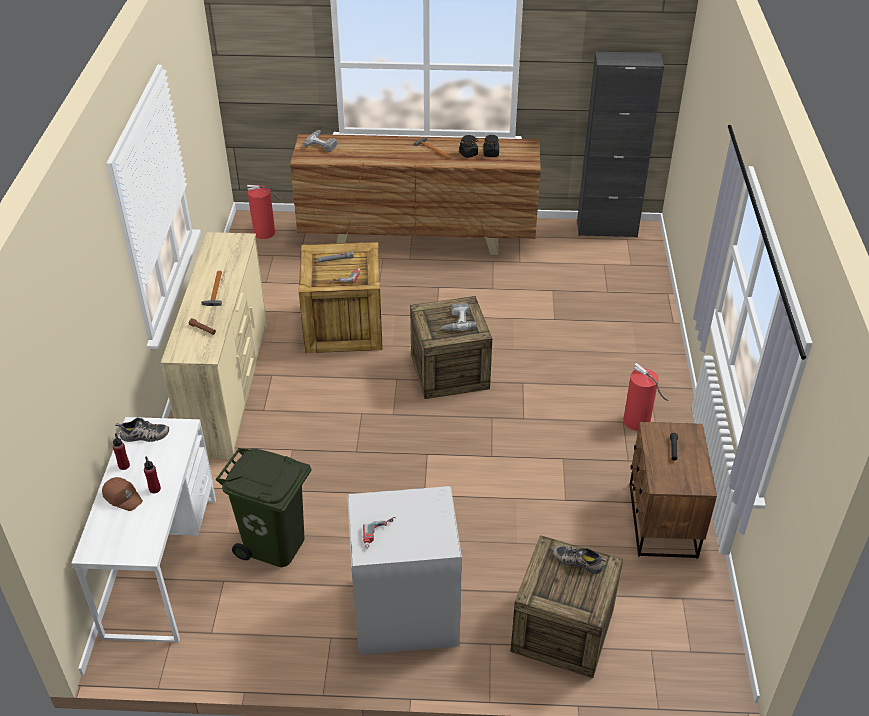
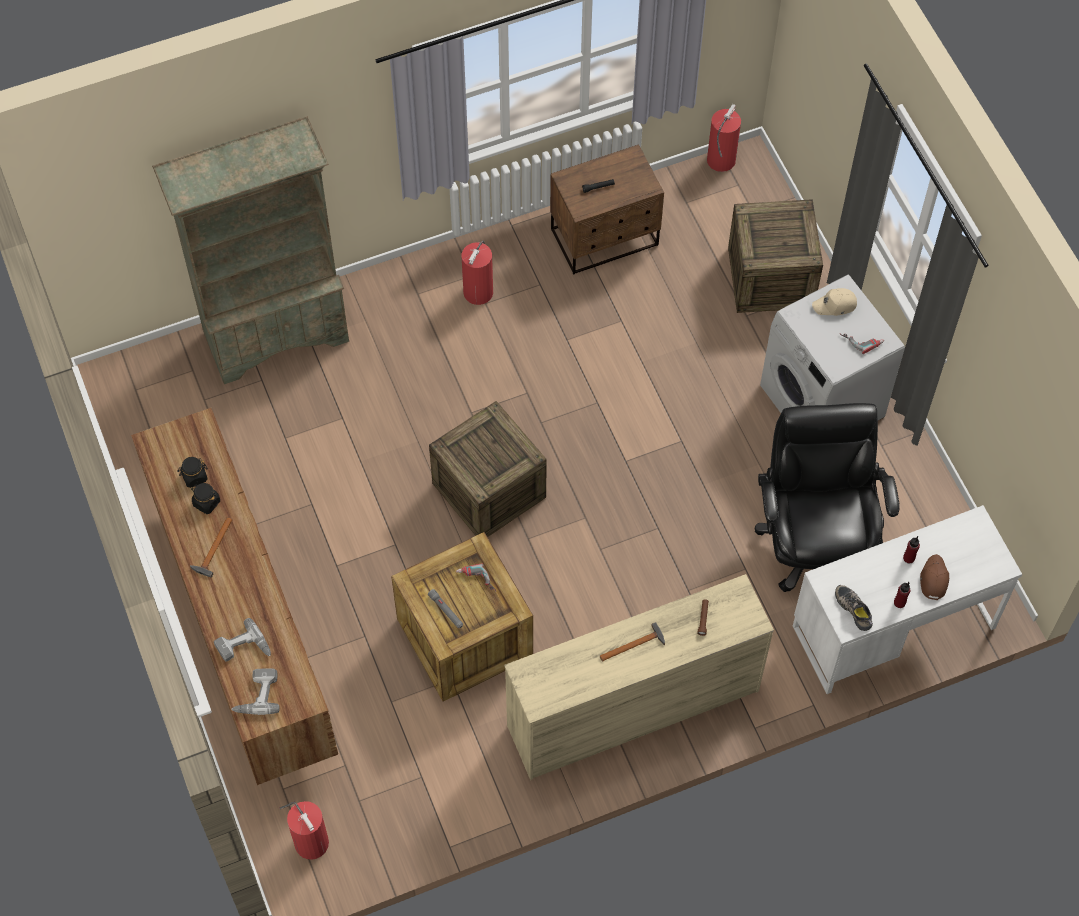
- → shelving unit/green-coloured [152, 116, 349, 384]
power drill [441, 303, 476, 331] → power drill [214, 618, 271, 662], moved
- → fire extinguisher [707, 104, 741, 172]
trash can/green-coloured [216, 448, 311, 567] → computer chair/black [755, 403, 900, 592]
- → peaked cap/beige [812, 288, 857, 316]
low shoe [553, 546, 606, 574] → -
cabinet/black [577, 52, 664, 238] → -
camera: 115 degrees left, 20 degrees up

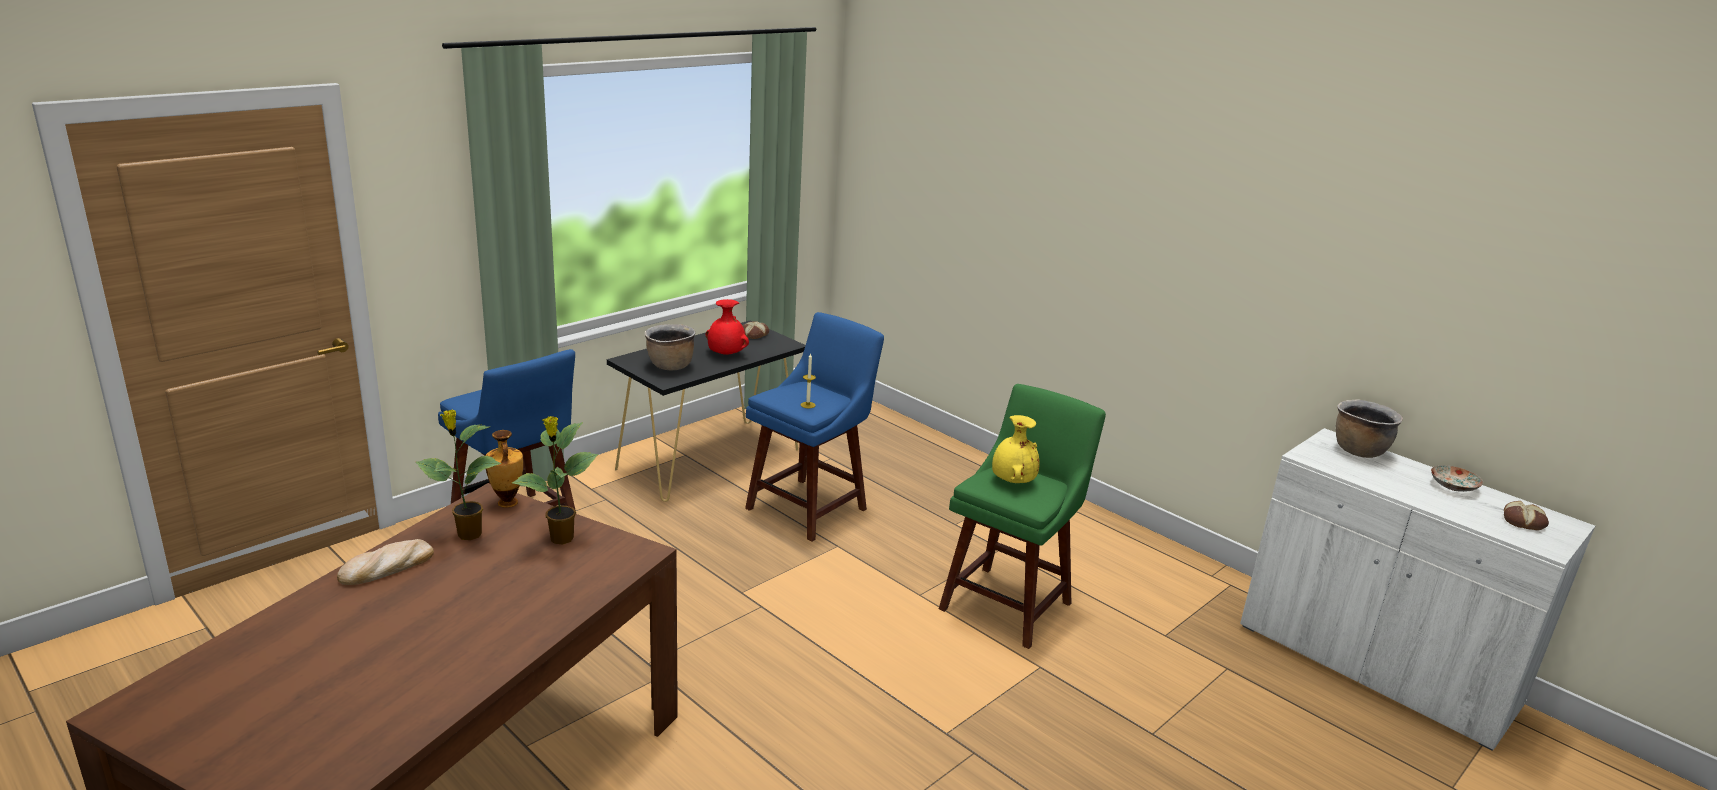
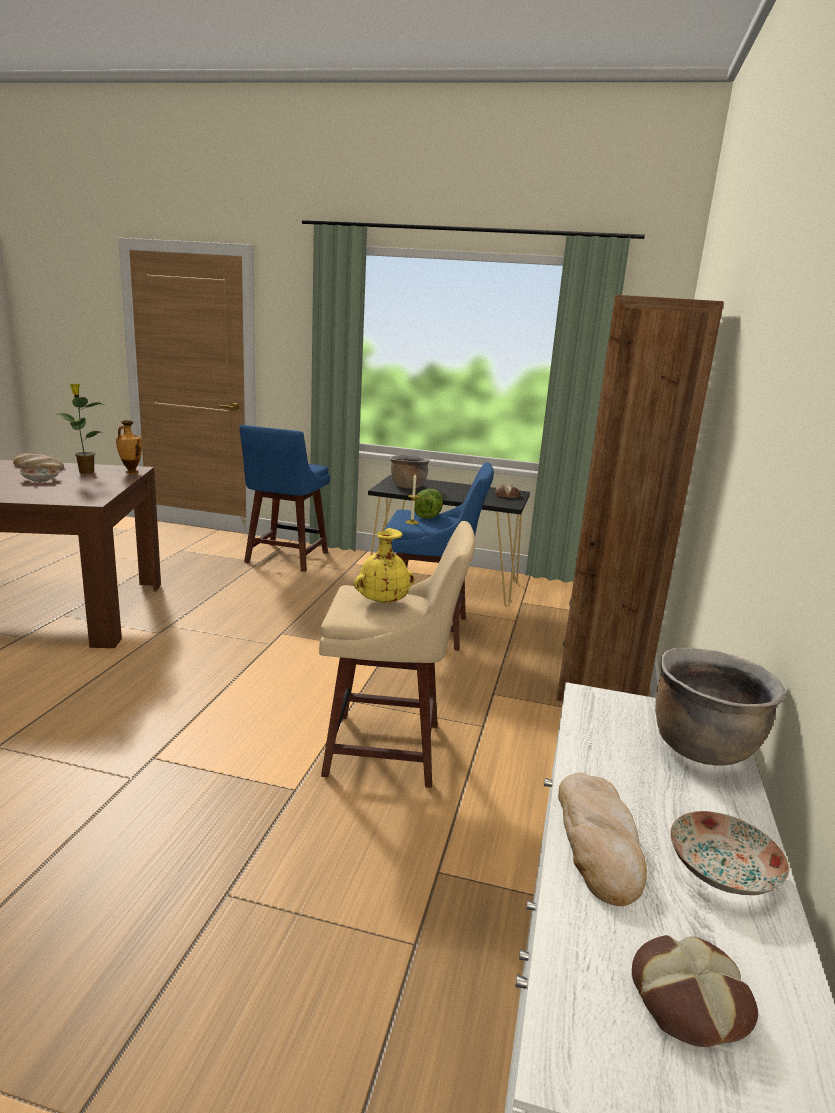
- → plate [20, 467, 60, 482]
sitting stool/green-coloured [939, 384, 1106, 649] → sitting stool/beige [319, 521, 476, 788]
- → lettuce [414, 489, 443, 519]
- → shelving unit/brown-coloured [557, 295, 724, 702]
- → bakery bread [558, 772, 647, 906]
potted plant [512, 416, 598, 545] → -
flower vase/red-coloured [706, 299, 749, 355] → -
camera: 60 degrees right, 5 degrees down

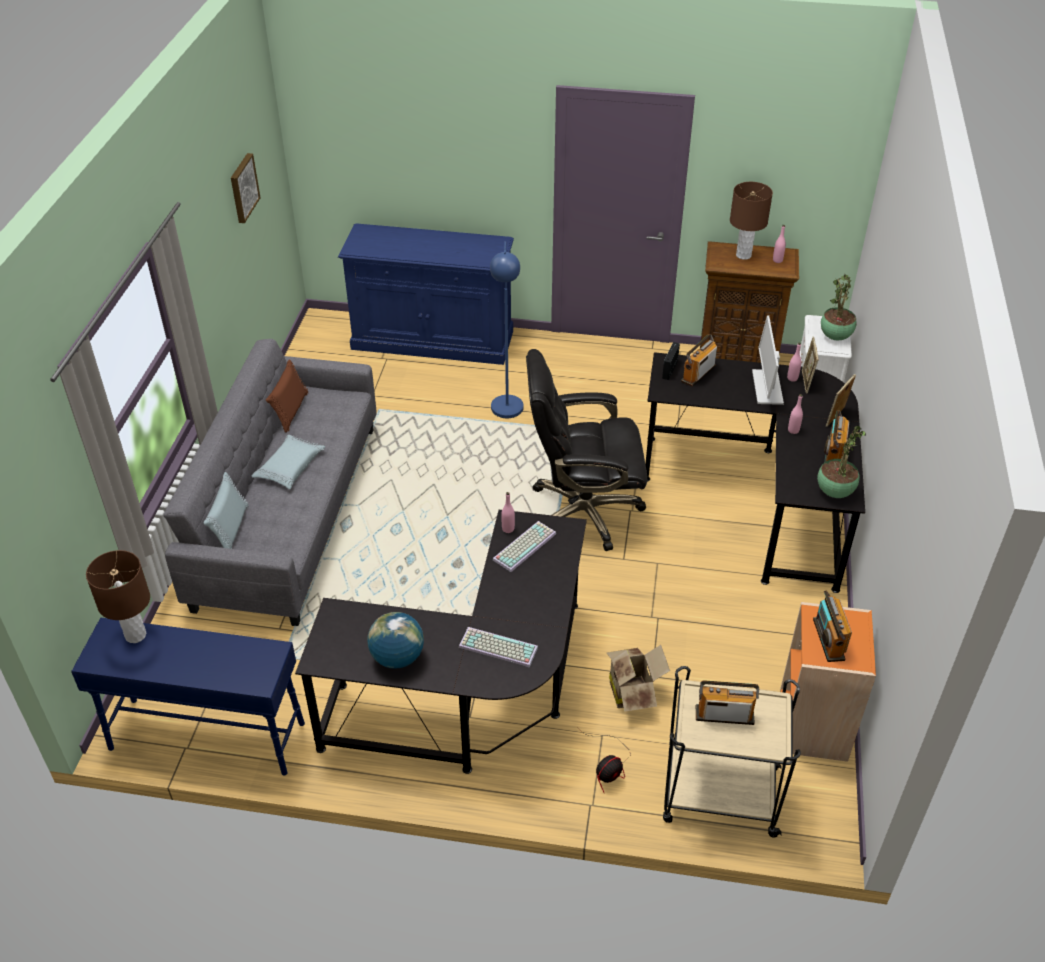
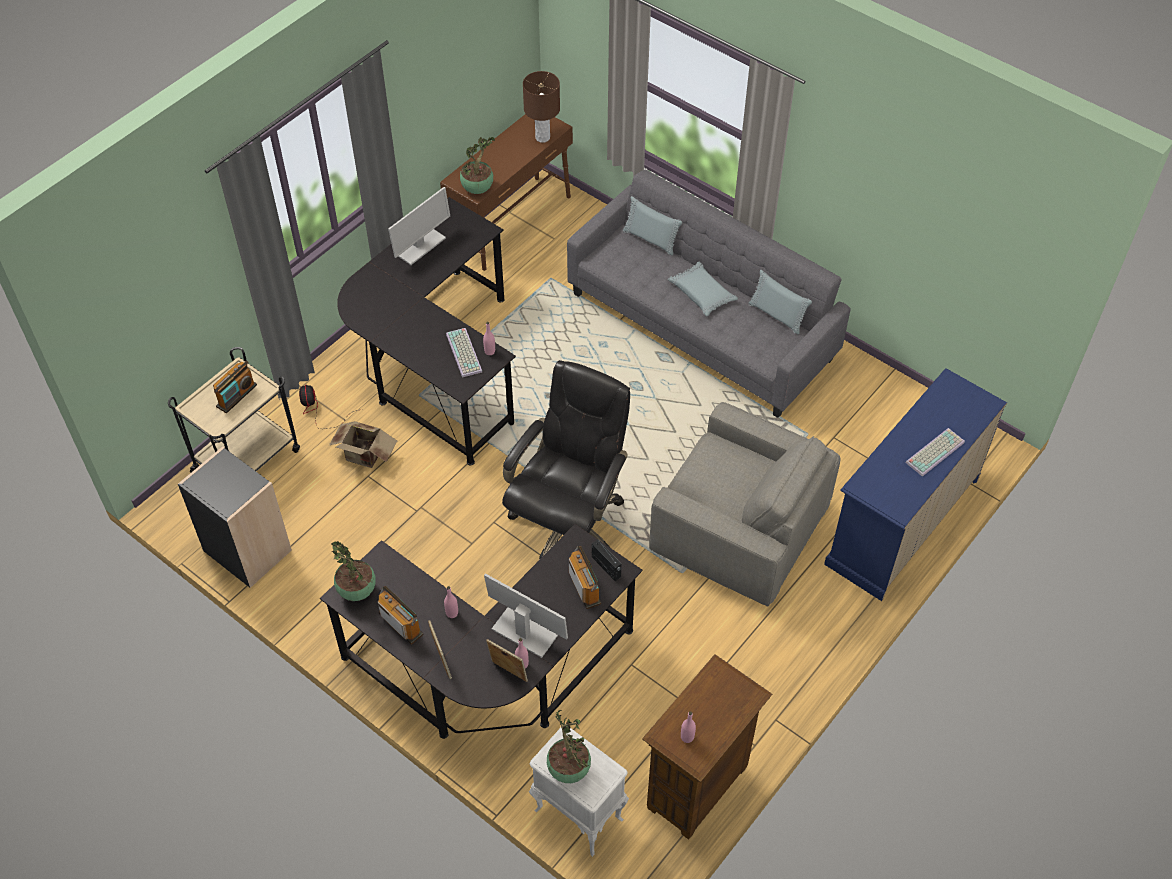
shelving unit/orange [780, 602, 876, 762] → shelving unit/black [178, 446, 292, 588]
globe [368, 612, 424, 669] → computer display [388, 187, 450, 265]
hall table/blue [71, 618, 305, 775] → hall table/brown-coloured [440, 114, 573, 271]
- → potted plant [460, 137, 495, 194]
standard lamp/blue [490, 241, 524, 418] → armchair/greyish [649, 402, 841, 607]
pillow/brown-coloured [266, 359, 308, 433] → pillow/blue [749, 270, 812, 334]
keyboard [459, 627, 538, 668] → keyboard [905, 428, 965, 477], moved
picture [231, 153, 260, 223] → -
table lamp/brown-coloured [730, 182, 773, 260] → -
radio receiver [813, 590, 852, 662] → -
camera: 120 degrees right, 10 degrees up

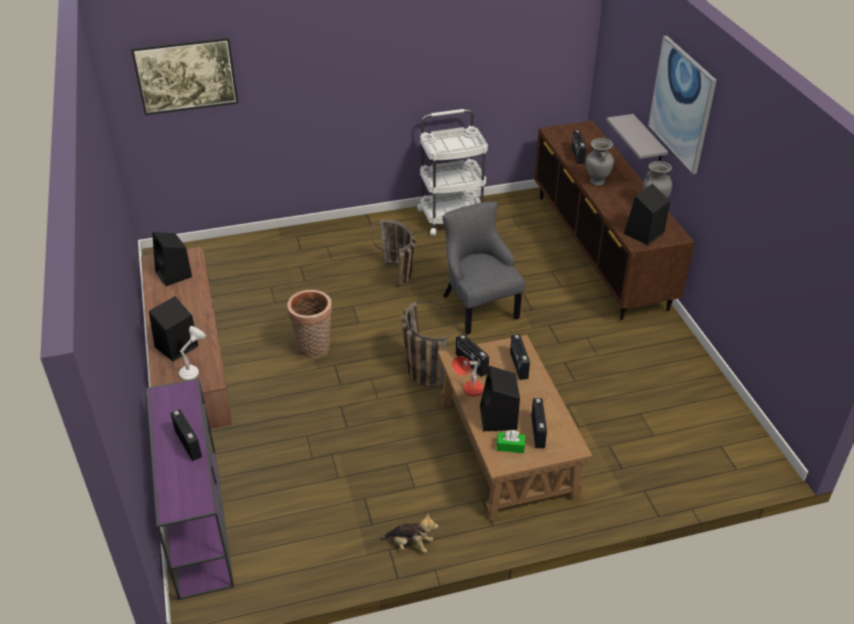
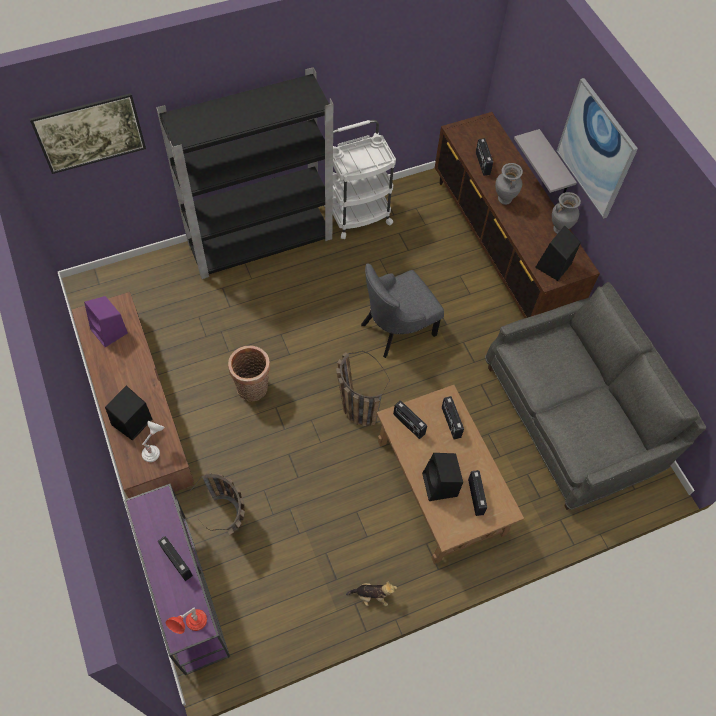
speaker/black [152, 232, 192, 286] → speaker/purple [84, 296, 128, 347]
- → shelving unit/black [156, 67, 333, 279]
table lamp/red-coloured [452, 356, 484, 397] → table lamp/red-coloured [166, 607, 207, 634], moved
basket [369, 219, 416, 287] → basket [190, 473, 245, 535], moved
armchair/greyish [442, 202, 525, 334] → armchair/greyish [361, 263, 444, 358], 90 degrees counterclockwise
- → sofa/greyish [485, 282, 706, 510]
tissue holder/green-coloured [497, 430, 525, 453] → -
camera: 10 degrees left, 20 degrees up

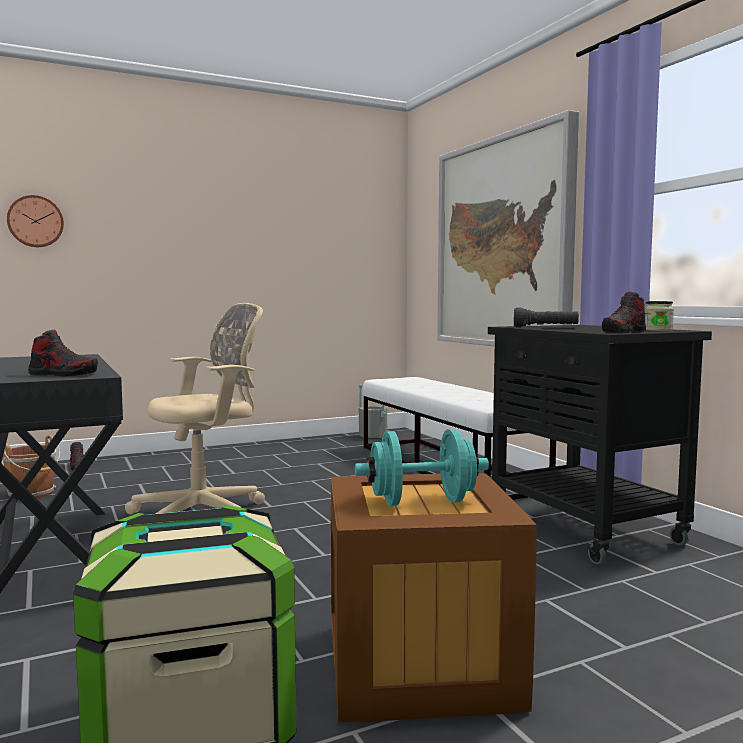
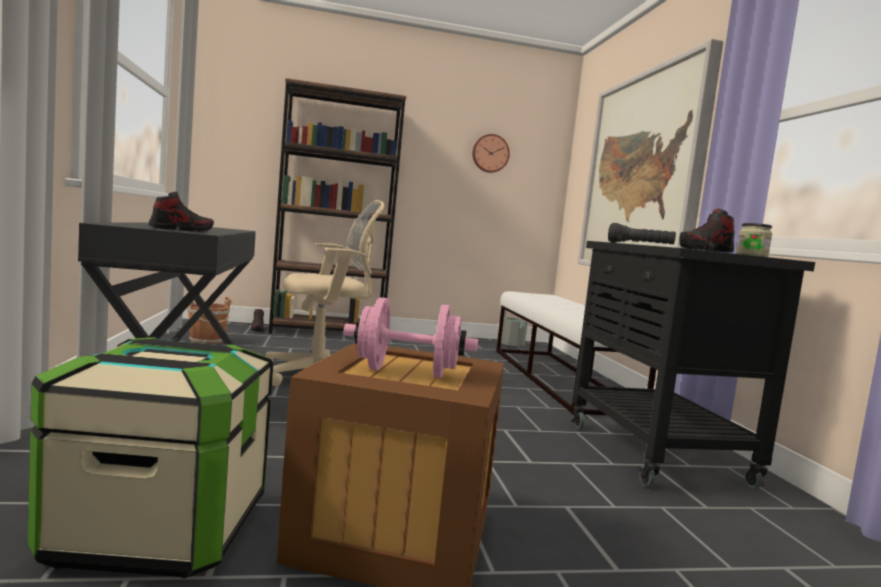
low shoe [28, 329, 98, 376] → low shoe [149, 192, 214, 232], 60 degrees counterclockwise
- → shelving unit/brown-coloured [269, 78, 406, 334]
hand weight/blue-green [355, 429, 489, 506] → hand weight/pinkish [344, 297, 478, 378]
wall clock [7, 195, 64, 247] → wall clock [472, 134, 510, 173], moved
camera: 15 degrees right, 0 degrees up

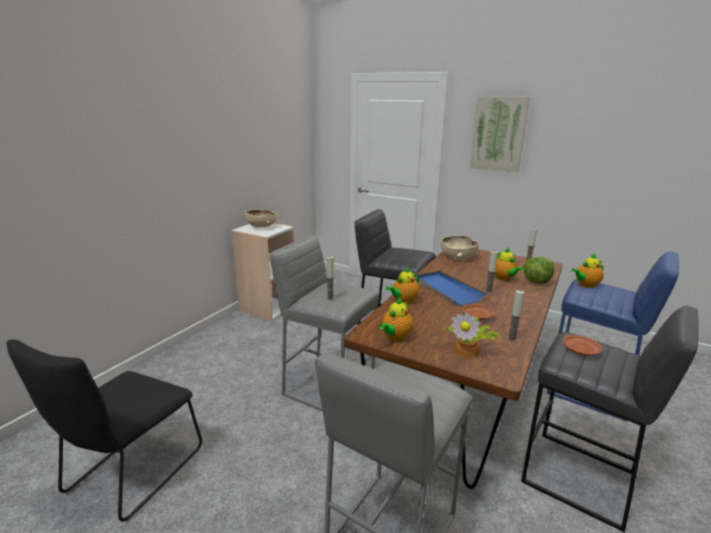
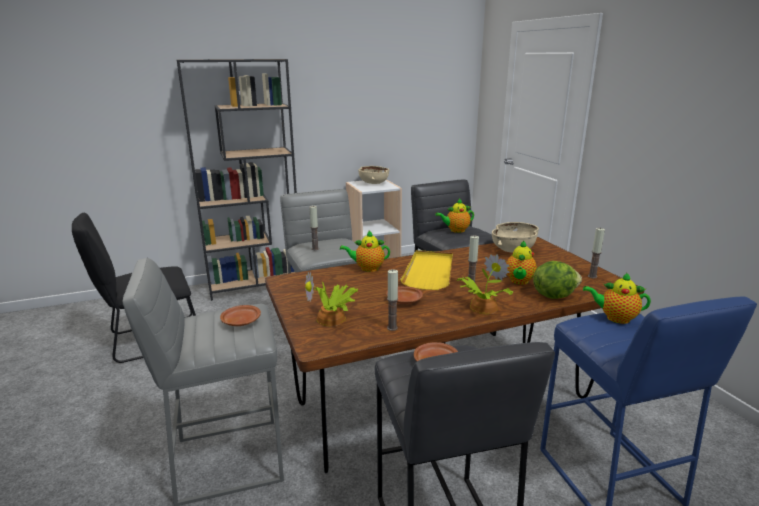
- → shelving unit [177, 59, 297, 301]
- → plate/brown-coloured [220, 305, 261, 326]
serving tray/blue [415, 270, 487, 306] → serving tray/yellow [400, 250, 453, 290]
teapot [379, 297, 413, 341] → teapot [435, 199, 474, 233], moved
- → potted plant [456, 254, 513, 314]
picture [470, 96, 530, 172] → -
camera: 40 degrees right, 0 degrees up

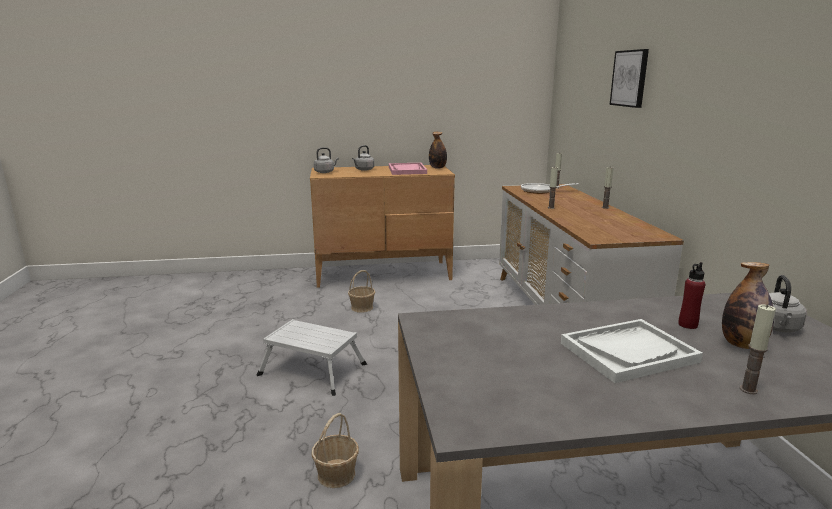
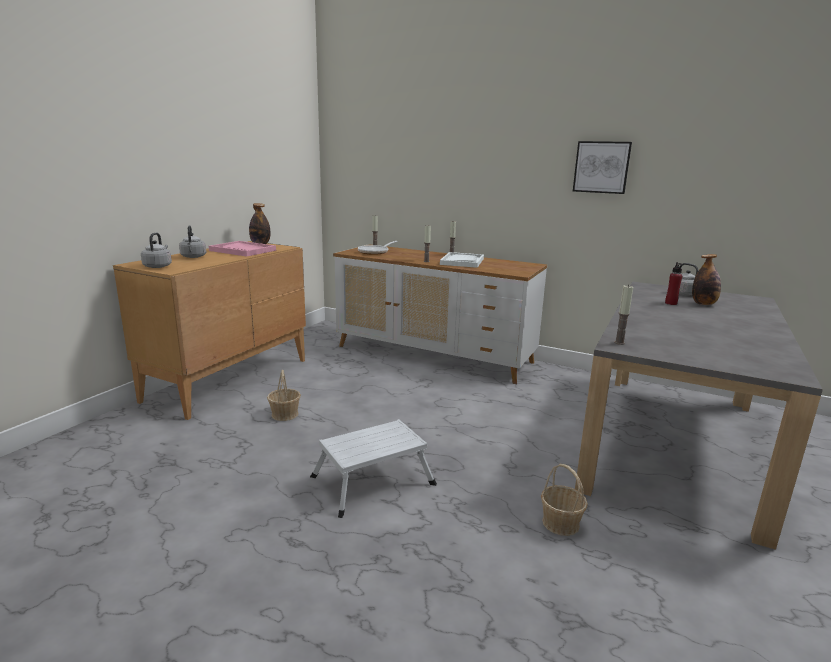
serving tray/white-coloured [561, 319, 703, 383] → serving tray/white-coloured [440, 252, 484, 268], moved
picture [609, 49, 649, 108] → picture [573, 141, 632, 194], moved
wax candle [740, 305, 776, 394] → wax candle [614, 285, 633, 345], moved
camera: 55 degrees left, 0 degrees up

